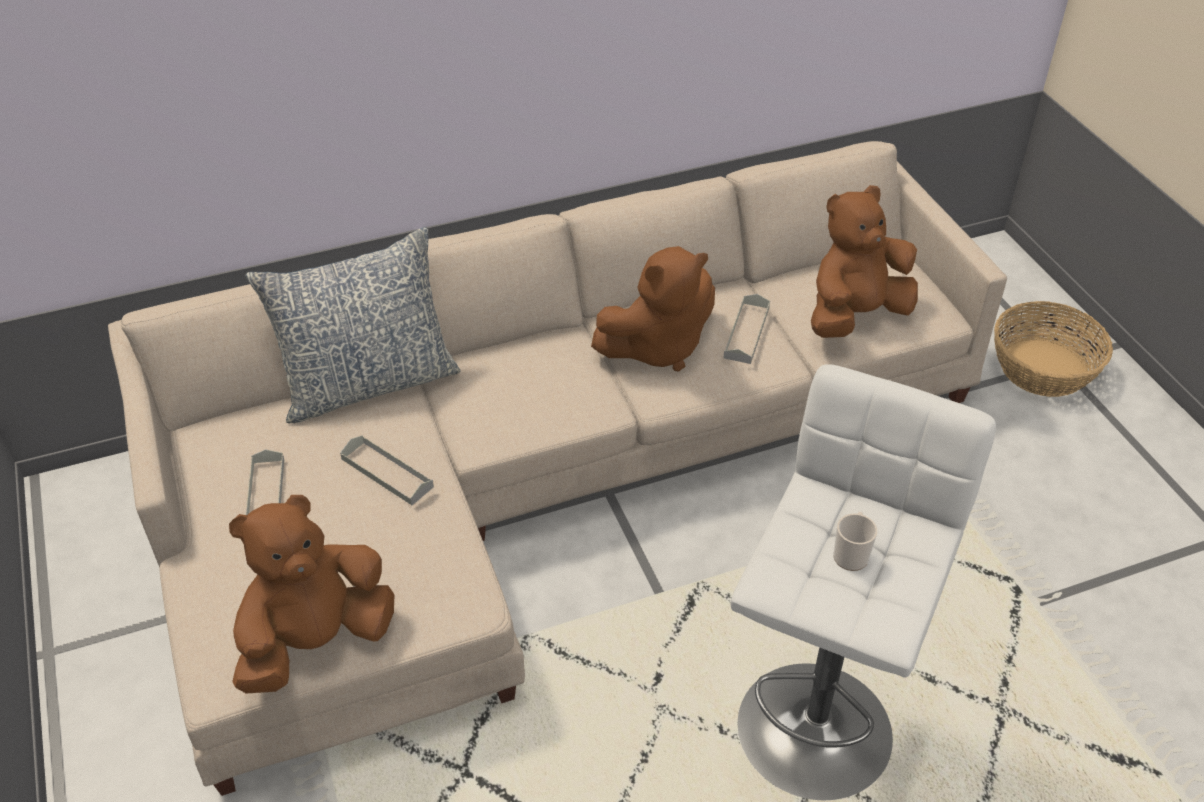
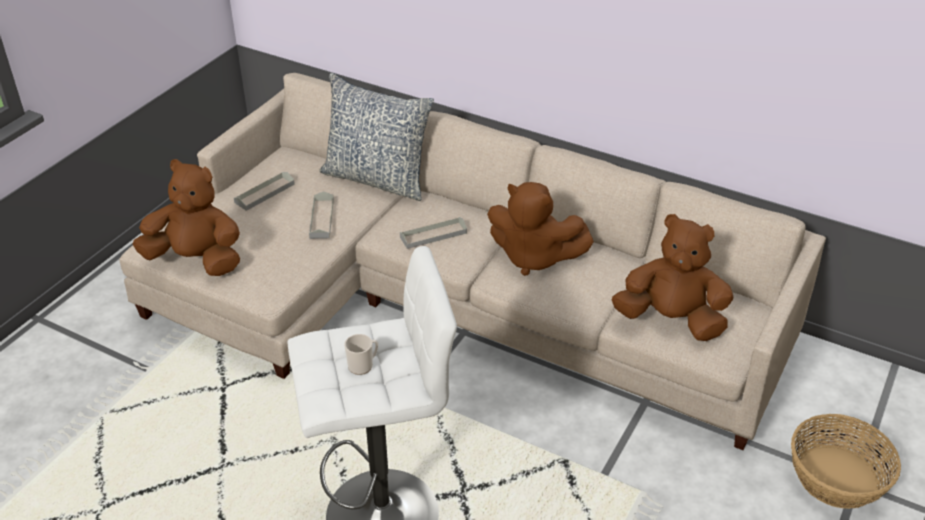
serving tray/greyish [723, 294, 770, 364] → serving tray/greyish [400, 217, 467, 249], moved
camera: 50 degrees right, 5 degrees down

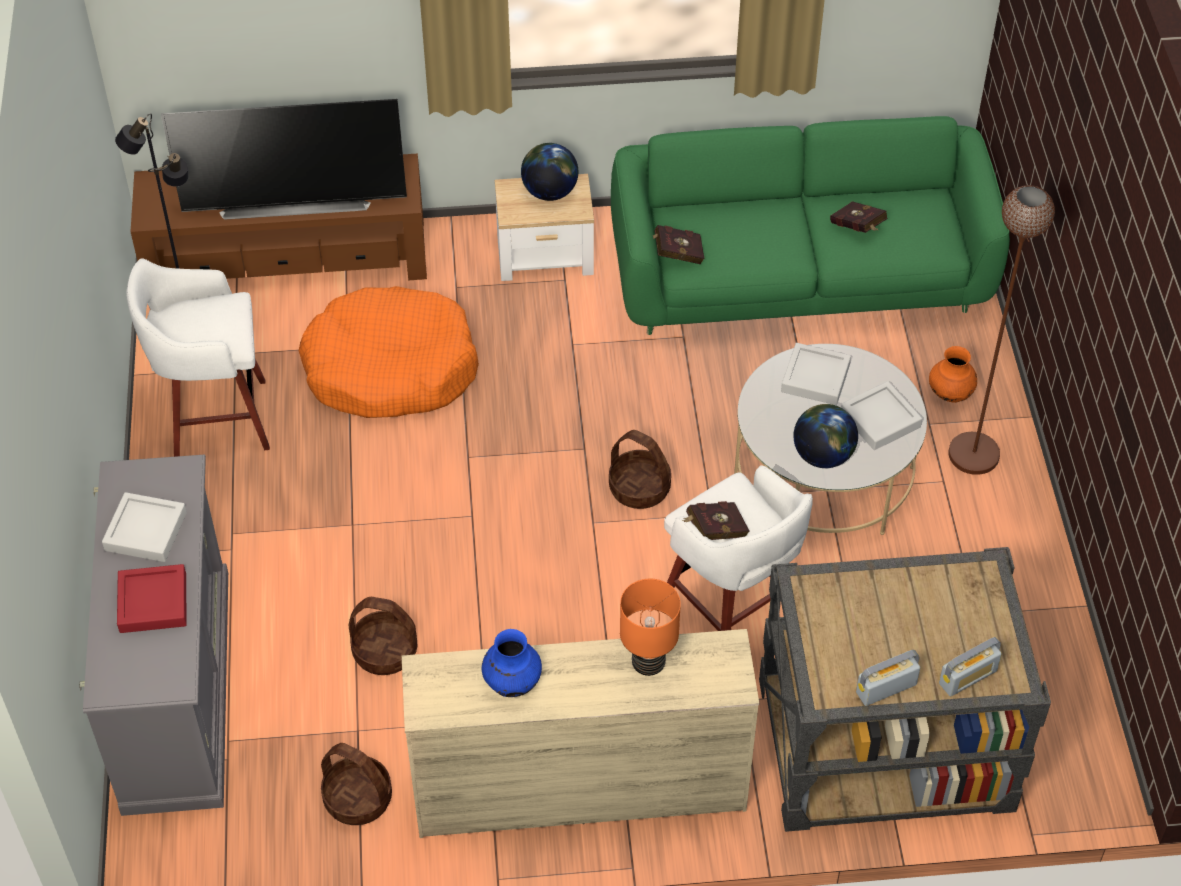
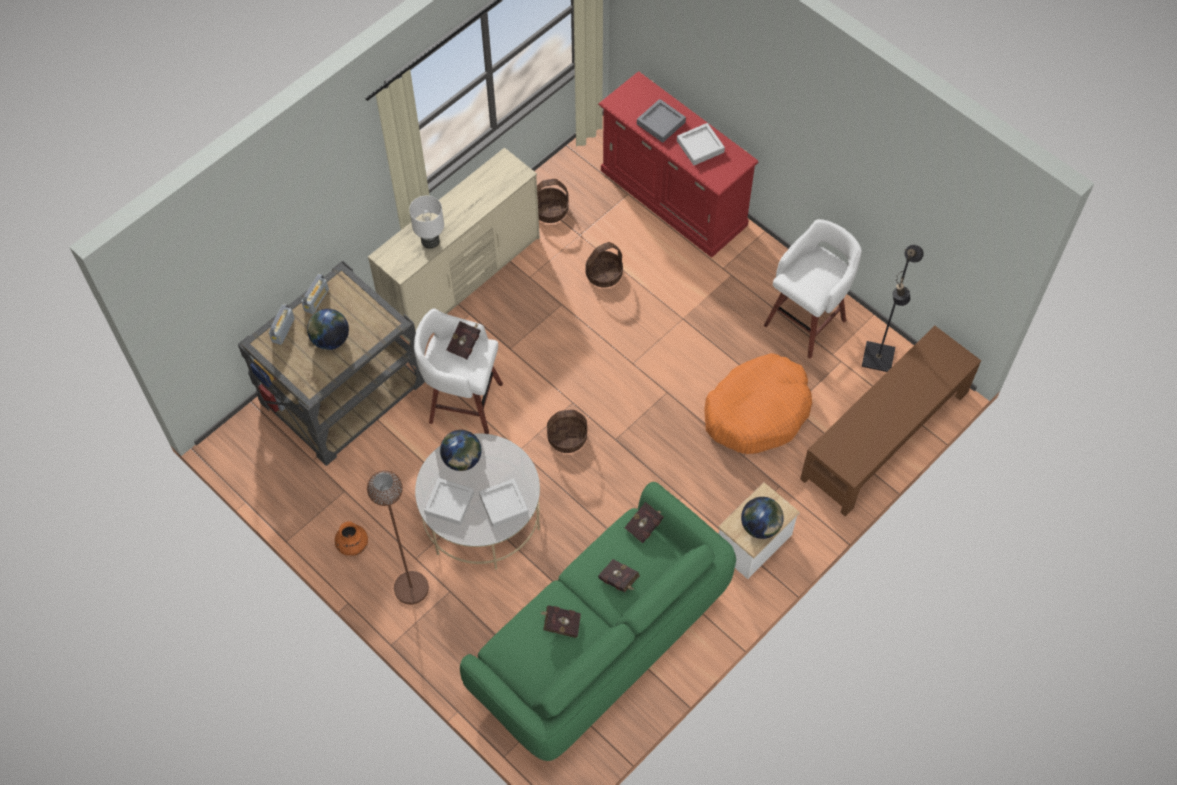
- → globe [307, 309, 349, 350]
flower vase/orange [929, 346, 977, 403] → flower vase/orange [335, 521, 368, 556], moved
table lamp/orange [620, 579, 681, 676] → table lamp/white-coloured [409, 196, 444, 248]
cabinet/greyish [79, 455, 228, 816] → cabinet/red-coloured [598, 71, 759, 258]
- → bound book/red-coloured [598, 559, 640, 592]
serving tray/red-coloured [117, 564, 187, 633] → serving tray/greyish [637, 99, 686, 143]
television [161, 99, 407, 220] → -
flower vase/blue [482, 629, 542, 697] → -
camera: 140 degrees right, 10 degrees up

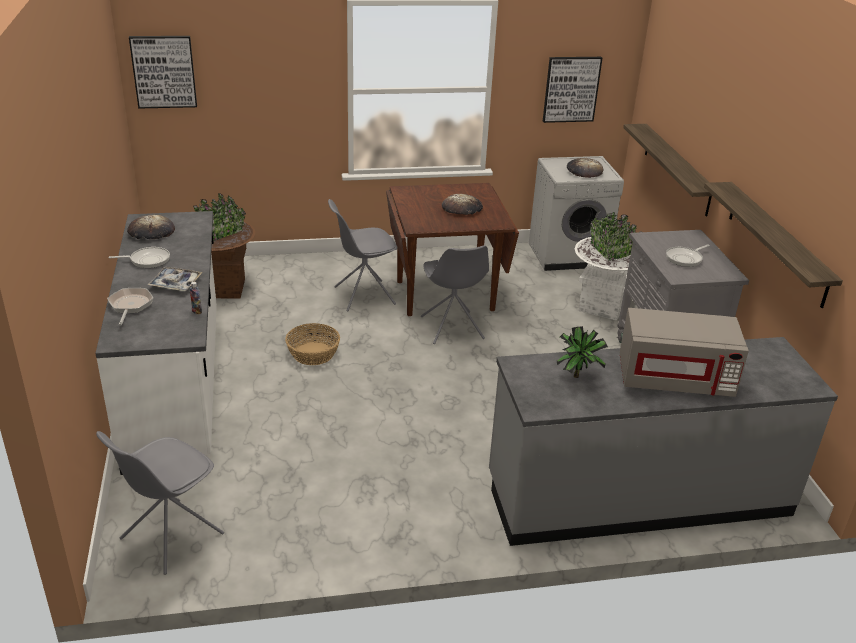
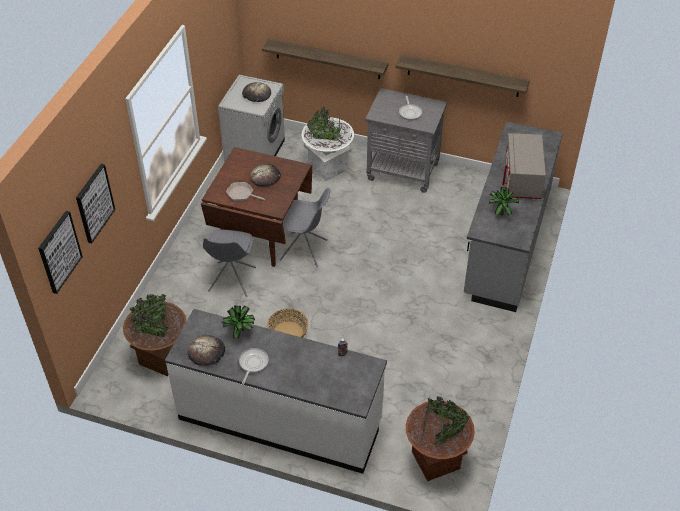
picture [543, 57, 602, 123] → picture [76, 164, 115, 243], moved
- → potted plant [222, 305, 255, 339]
skillet [107, 288, 154, 326] → skillet [226, 182, 266, 201], moved
plain chair/greyish [96, 431, 224, 575] → planter/brown-coloured [406, 396, 475, 481]
microwave/greyish [620, 308, 749, 397] → microwave/greyish [502, 133, 546, 199], 150 degrees clockwise
serving tray [147, 267, 203, 291] → -
camera: 60 degrees left, 15 degrees up

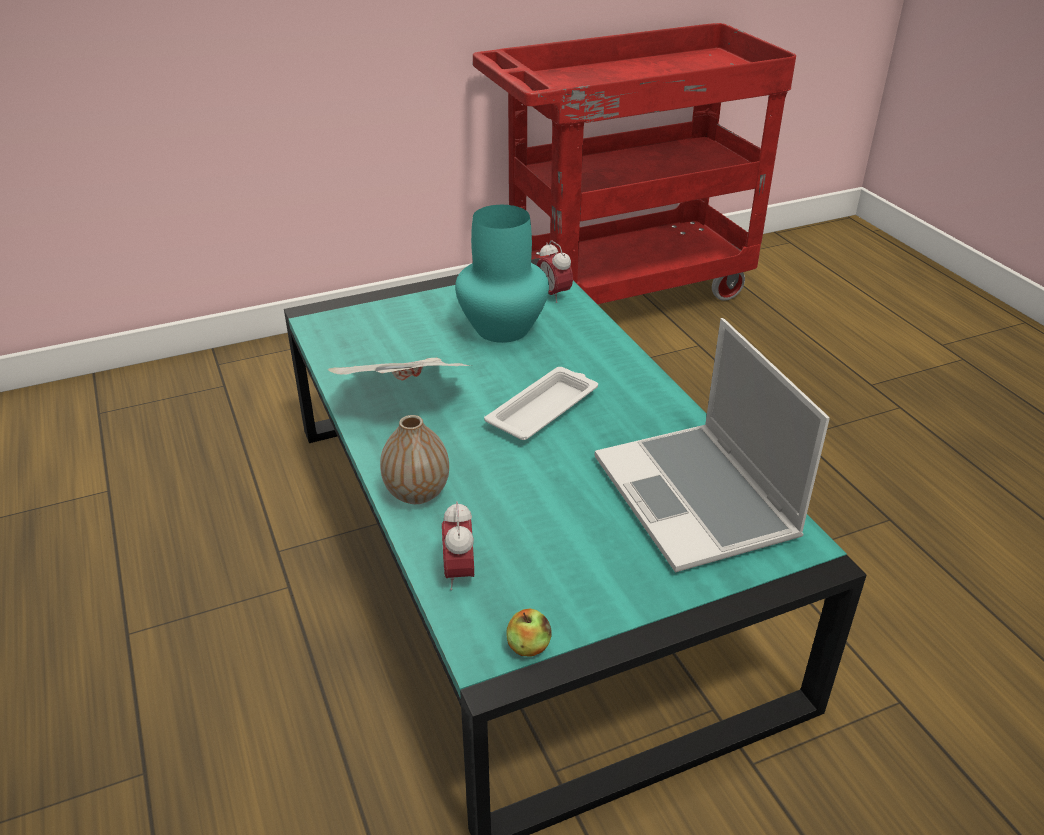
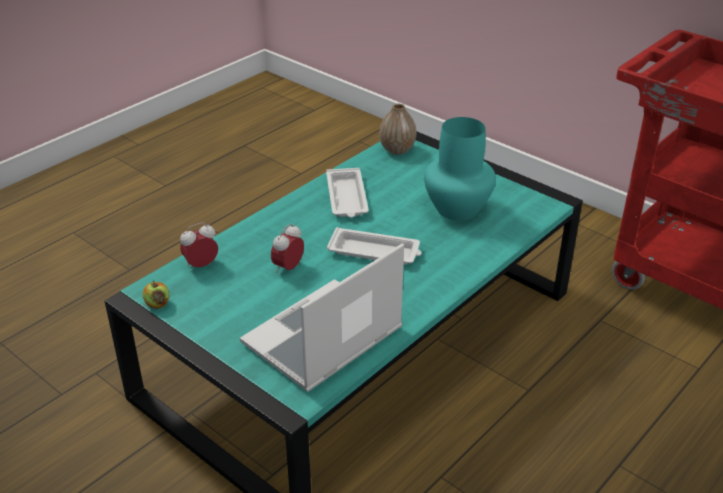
alarm clock [537, 241, 573, 303] → alarm clock [271, 224, 304, 273], moved
daily paper [328, 358, 471, 381] → serving tray/white-coloured [326, 168, 369, 218]
flower vase [380, 415, 449, 504] → flower vase [379, 104, 416, 155], moved
camera: 65 degrees right, 0 degrees up

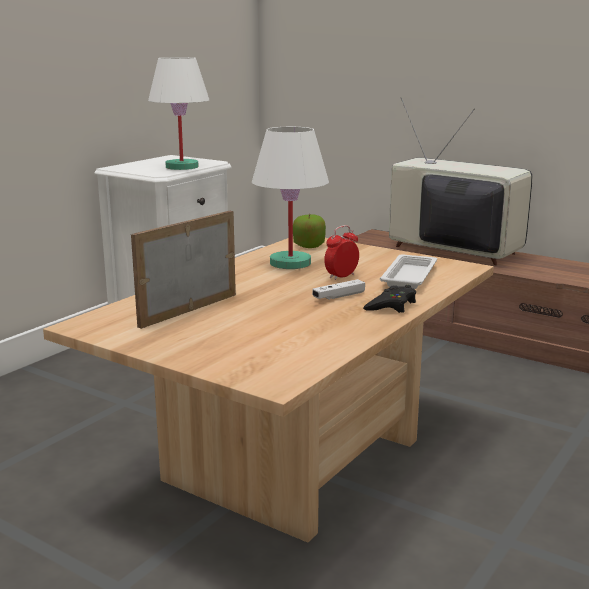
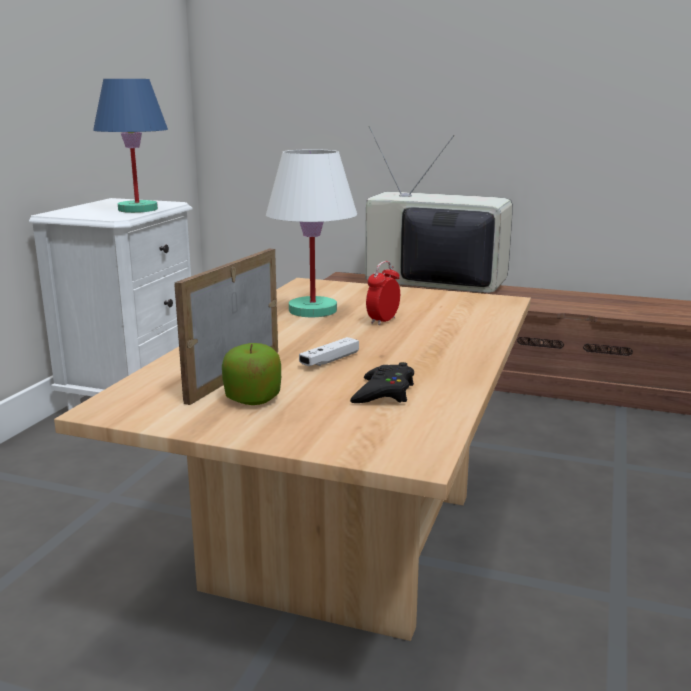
table lamp/white-coloured [148, 57, 209, 170] → table lamp/blue [93, 79, 168, 213]
apple [293, 214, 326, 248] → apple [222, 343, 281, 405], moved
joypad/white-coloured [312, 279, 365, 300] → joypad/white-coloured [299, 337, 359, 366], moved
joypad/black [363, 285, 416, 313] → joypad/black [350, 362, 414, 403], moved
serving tray/white-coloured [380, 254, 437, 289] → -
camera: 15 degrees left, 0 degrees up

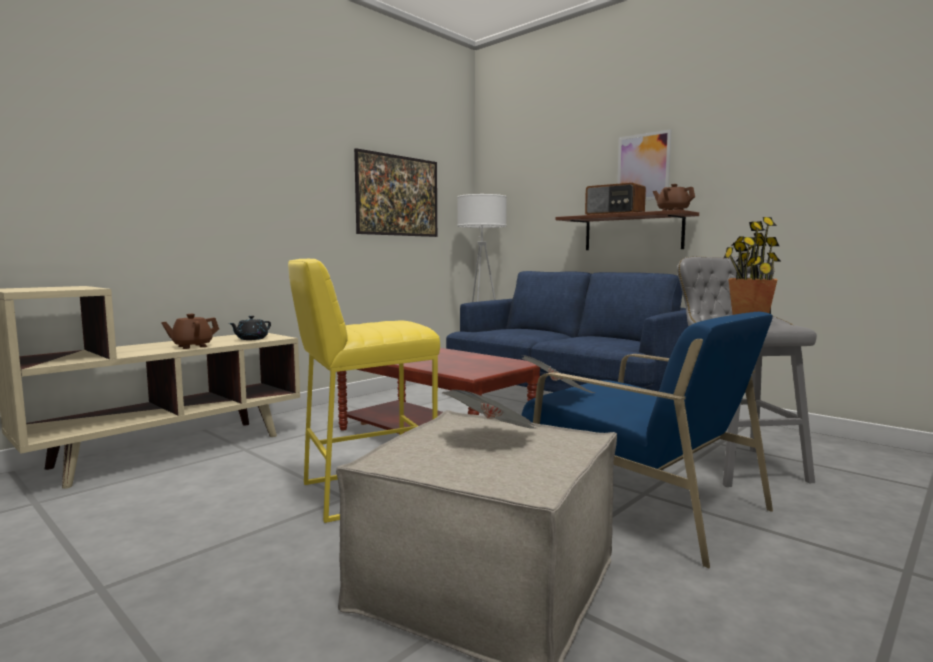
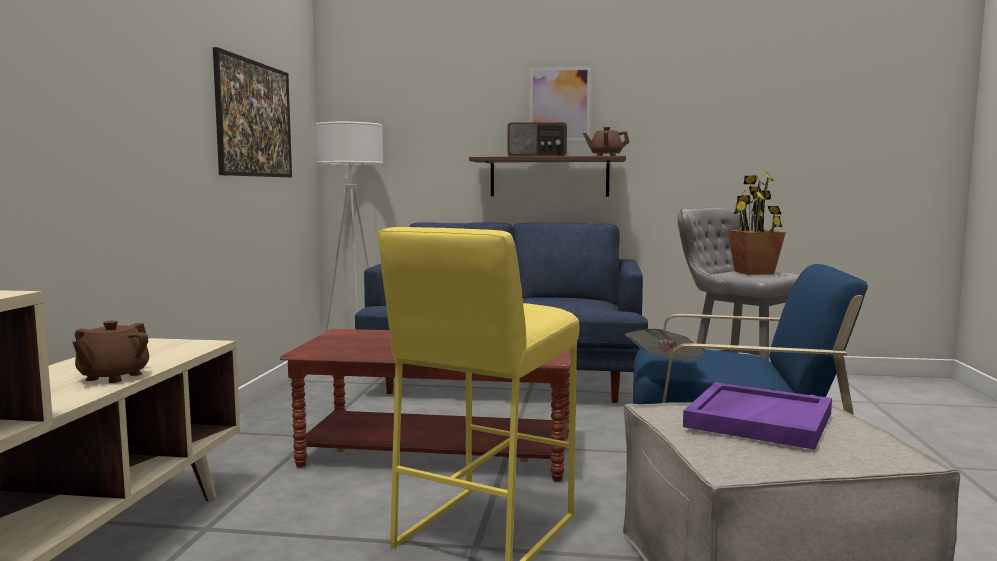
daily paper [442, 390, 536, 429] → serving tray/purple [683, 382, 832, 450]
teapot/black [229, 316, 271, 340] → -
camera: 35 degrees left, 0 degrees up

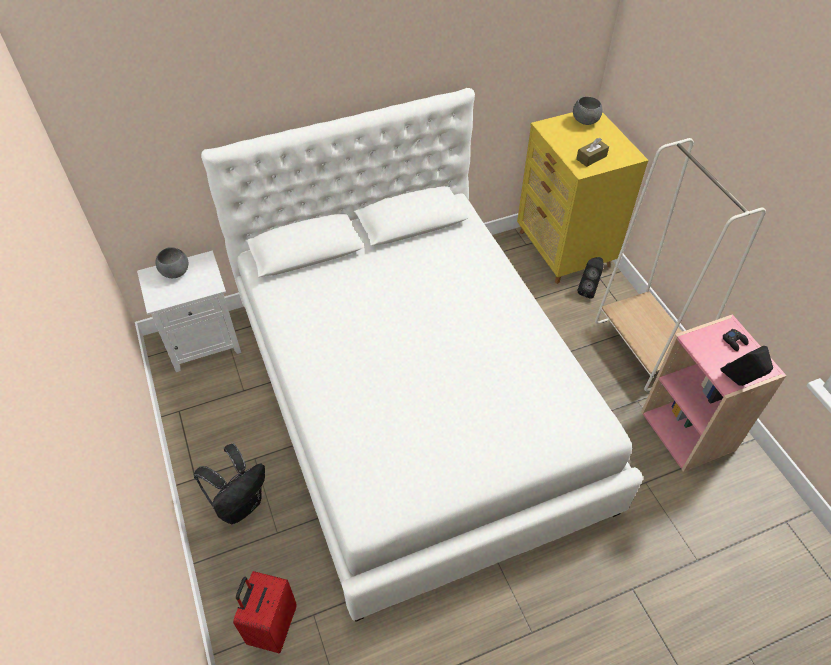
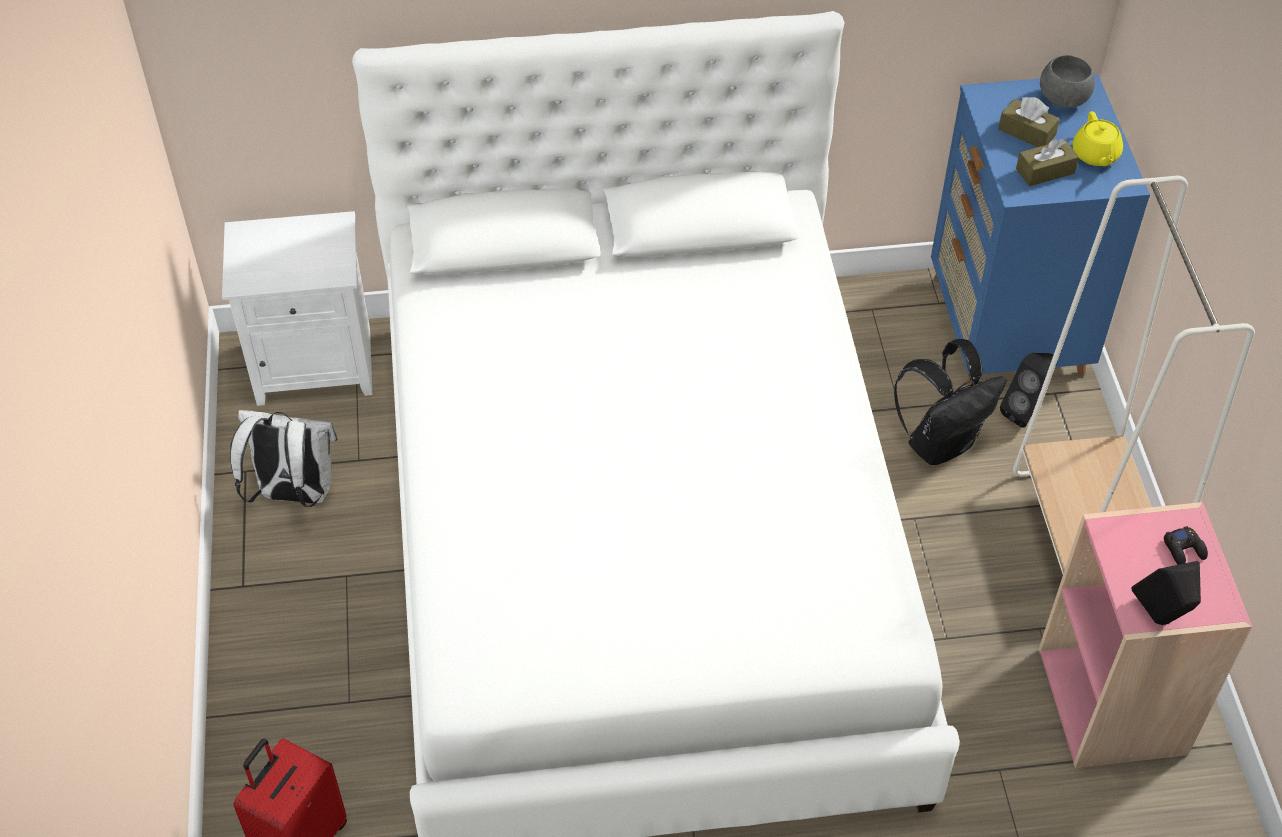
- → backpack/white-coloured [230, 410, 337, 507]
backpack/black [194, 444, 265, 524] → backpack/black [894, 339, 1007, 465], moved
dresser/yellow [517, 112, 649, 284] → dresser/blue [931, 74, 1150, 385]
- → tissue holder/brown-coloured [998, 97, 1060, 147]
- → teapot/yellow [1073, 111, 1123, 166]
bowl/greyish [156, 247, 188, 278] → -
camera: 15 degrees right, 0 degrees up

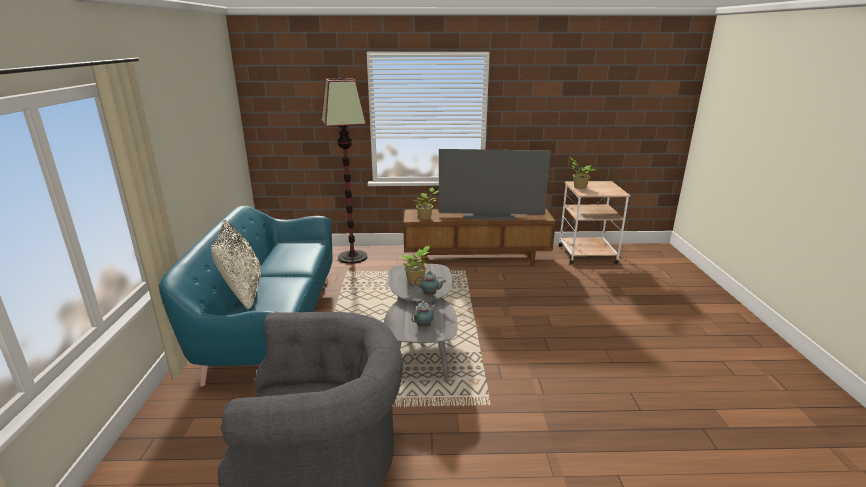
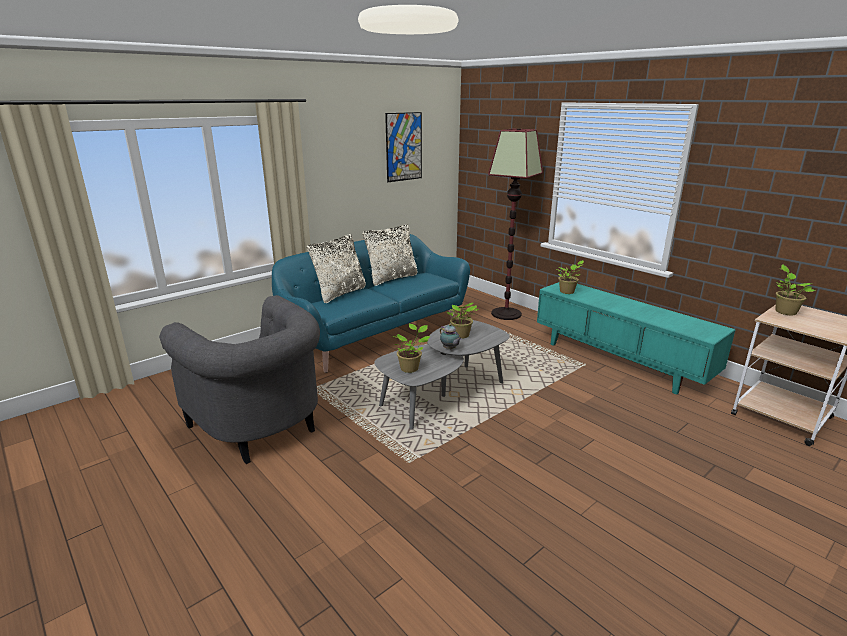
- → pillow/beige [362, 224, 417, 286]
- → picture [385, 112, 422, 182]
teapot [411, 301, 437, 327] → potted plant [392, 324, 431, 373]
tv unit/brown-coloured [403, 208, 556, 266] → tv unit/blue-green [537, 282, 735, 394]
television [439, 149, 551, 220] → -
camera: 50 degrees right, 0 degrees up

